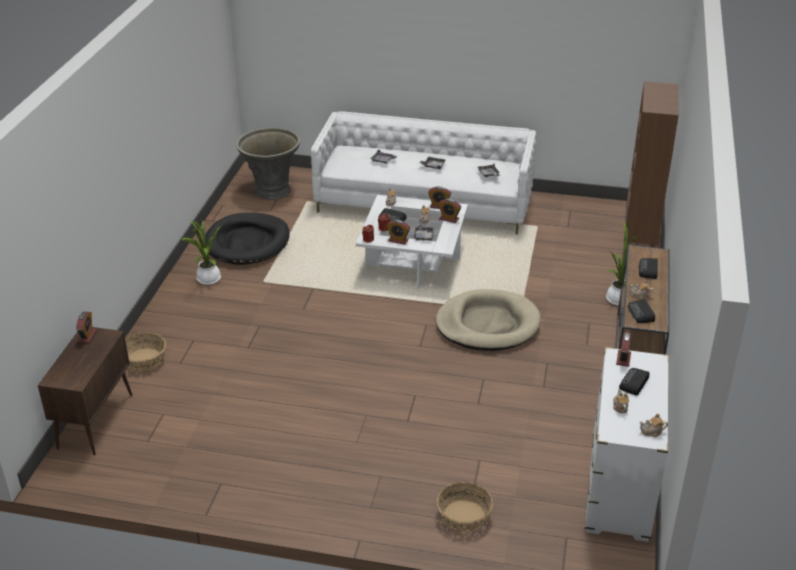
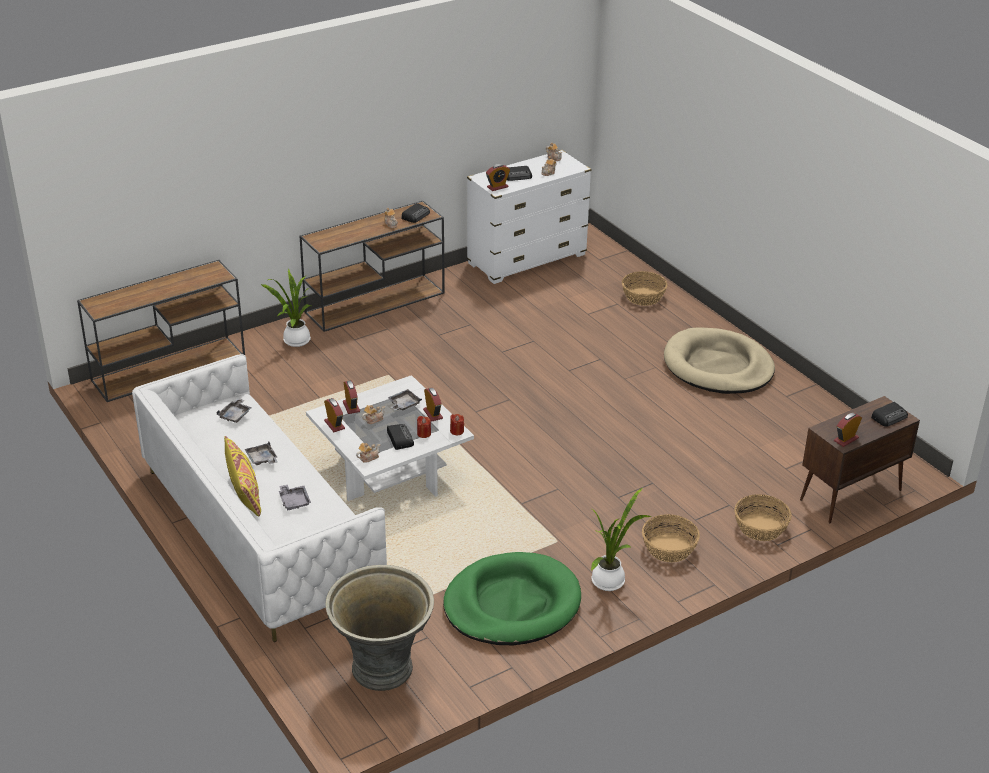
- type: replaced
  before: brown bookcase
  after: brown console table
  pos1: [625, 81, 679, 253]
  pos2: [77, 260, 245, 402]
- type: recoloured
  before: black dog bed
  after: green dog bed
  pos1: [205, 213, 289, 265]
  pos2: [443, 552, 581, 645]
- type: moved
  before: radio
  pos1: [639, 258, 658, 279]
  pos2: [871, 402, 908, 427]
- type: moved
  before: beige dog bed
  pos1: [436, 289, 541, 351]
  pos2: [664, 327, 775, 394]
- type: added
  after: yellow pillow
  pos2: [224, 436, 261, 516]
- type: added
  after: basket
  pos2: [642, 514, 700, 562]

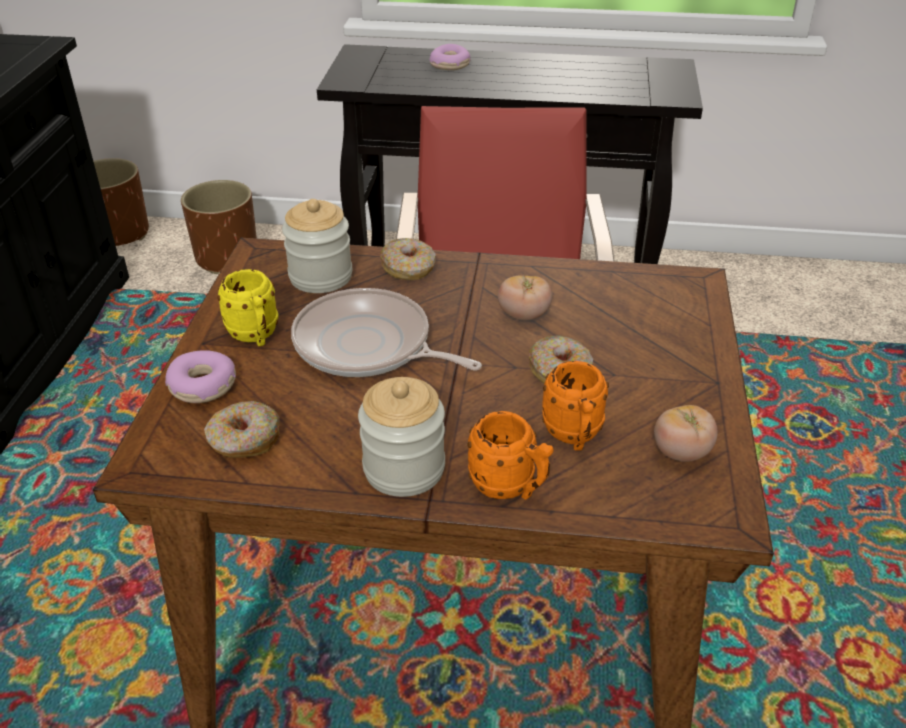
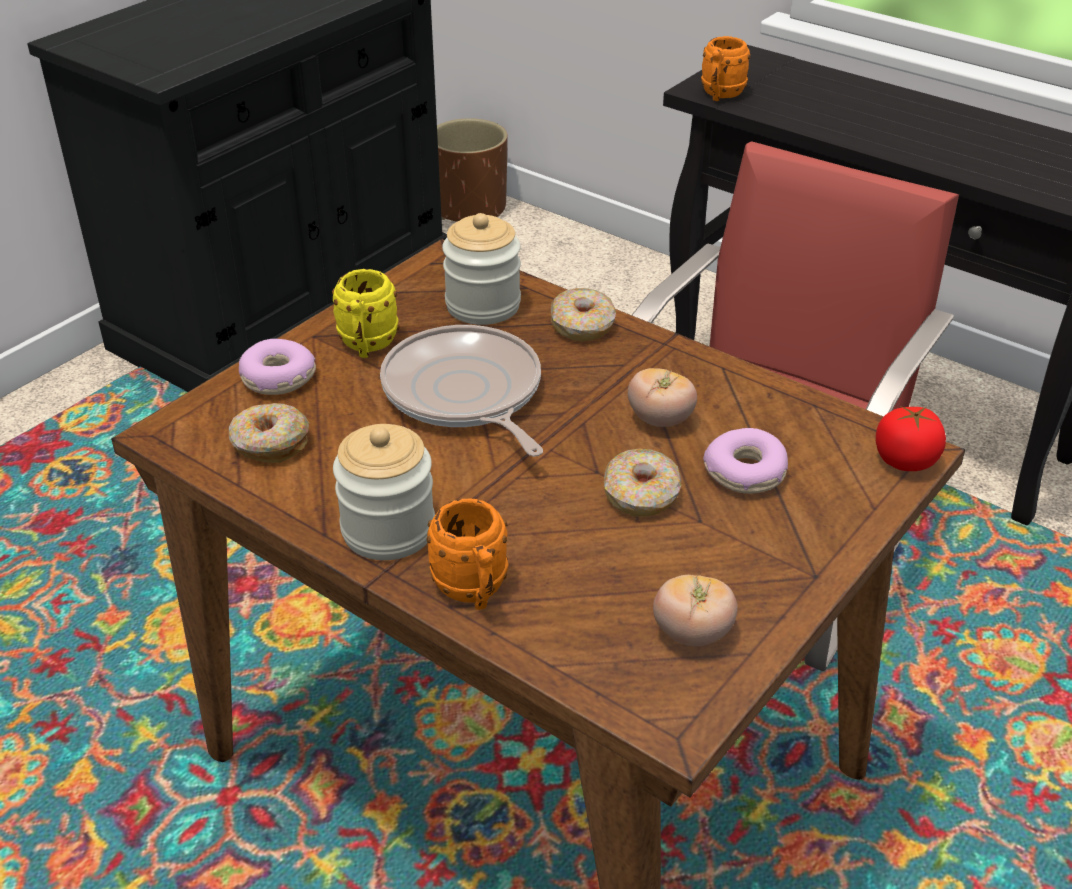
- type: moved
  before: donut
  pos1: [430, 44, 471, 70]
  pos2: [703, 428, 788, 494]
- type: removed
  before: brown planter
  pos1: [181, 180, 257, 274]
- type: moved
  before: orange mug
  pos1: [542, 361, 609, 451]
  pos2: [701, 36, 750, 101]
- type: added
  after: tomato
  pos2: [876, 406, 946, 471]

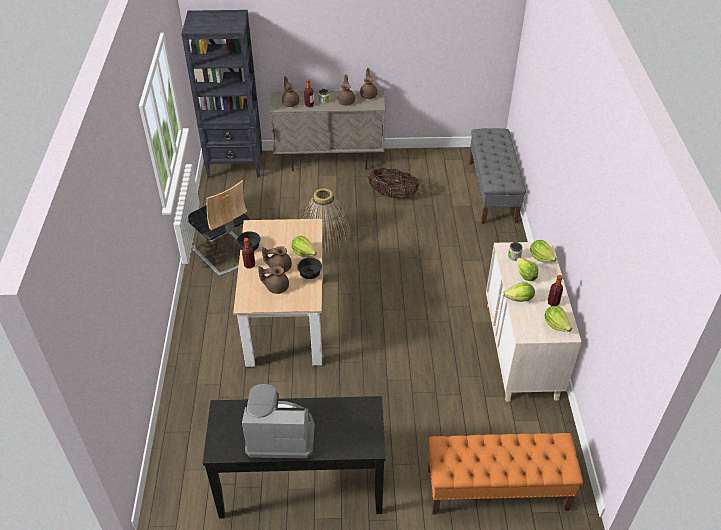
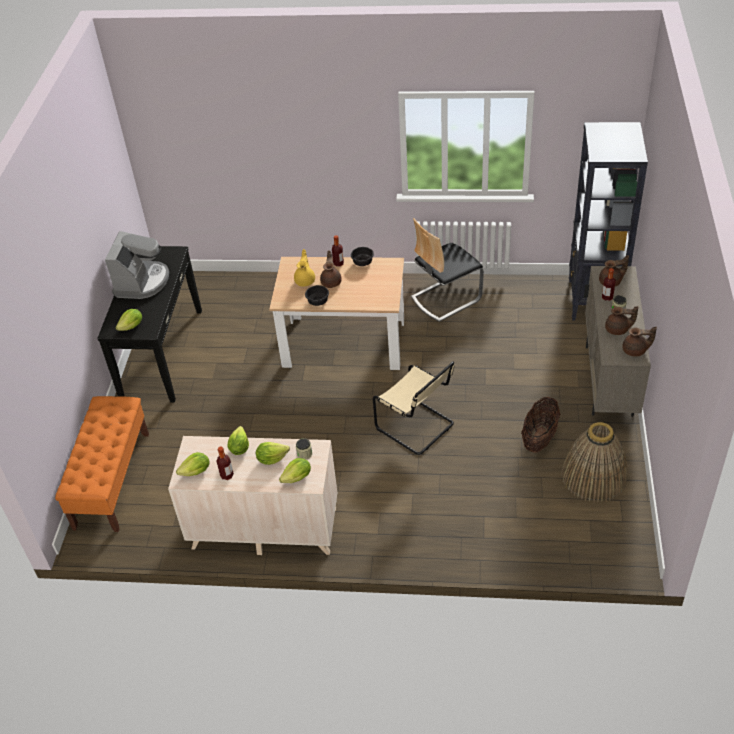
- type: removed
  before: grey bench
  pos1: [469, 128, 526, 224]
- type: moved
  before: basket
  pos1: [302, 188, 351, 254]
  pos2: [561, 422, 628, 503]
- type: moved
  before: lettuce
  pos1: [292, 236, 317, 257]
  pos2: [115, 309, 142, 331]
- type: recoloured
  before: brown teapot
  after: yellow teapot
  pos1: [258, 266, 289, 294]
  pos2: [294, 249, 315, 287]
- type: added
  after: beige chair
  pos2: [373, 361, 455, 455]

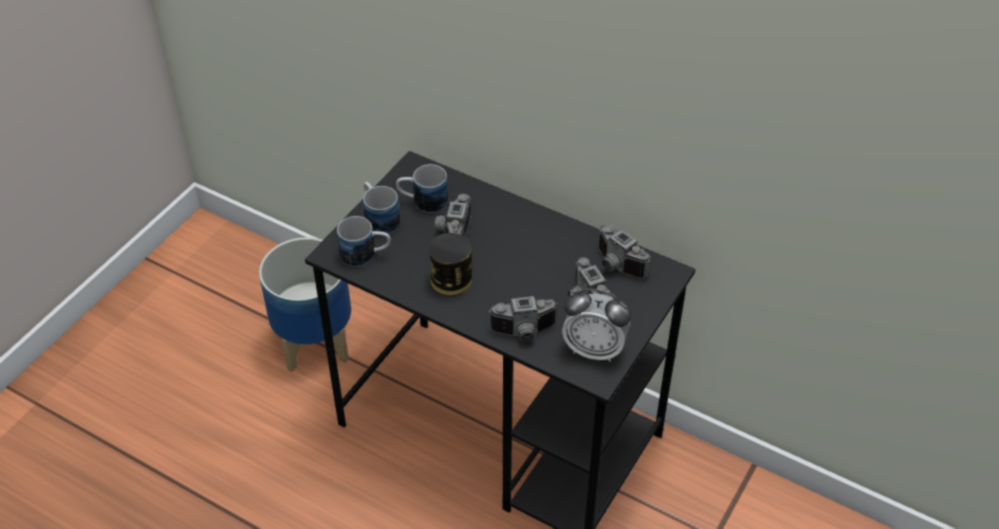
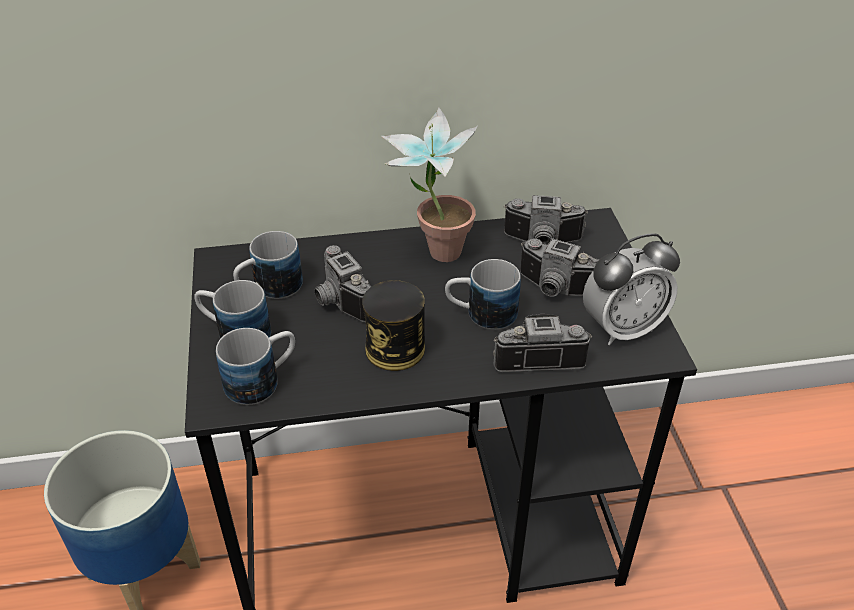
- type: turned
  before: photo camera
  pos1: [489, 296, 558, 341]
  pos2: [493, 314, 592, 372]
  turn: -135
- type: added
  after: potted plant
  pos2: [382, 108, 478, 262]
- type: added
  after: mug
  pos2: [445, 259, 521, 330]

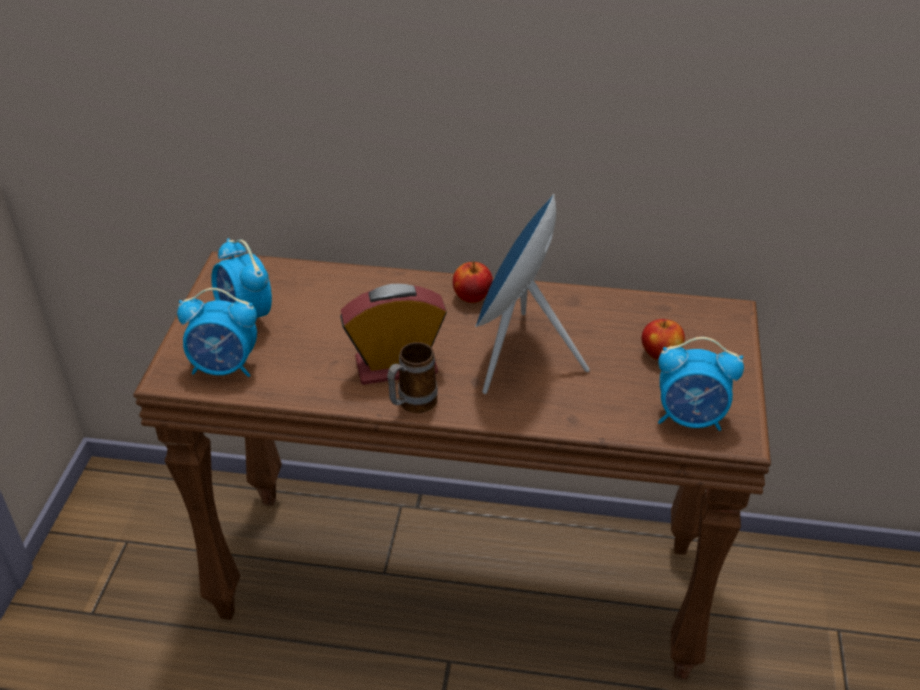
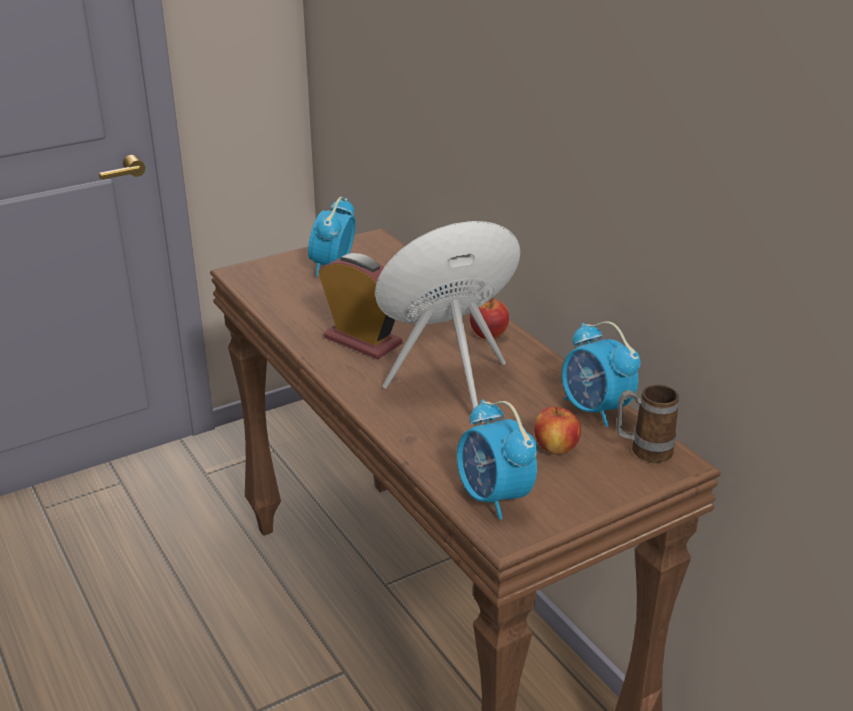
- type: moved
  before: alarm clock
  pos1: [177, 288, 257, 377]
  pos2: [562, 321, 641, 427]
- type: moved
  before: mug
  pos1: [387, 342, 438, 413]
  pos2: [617, 385, 679, 463]

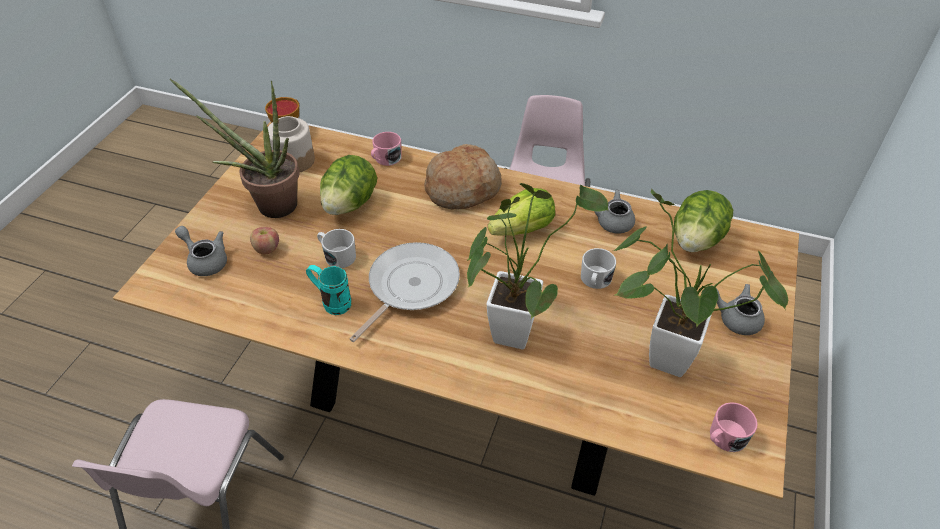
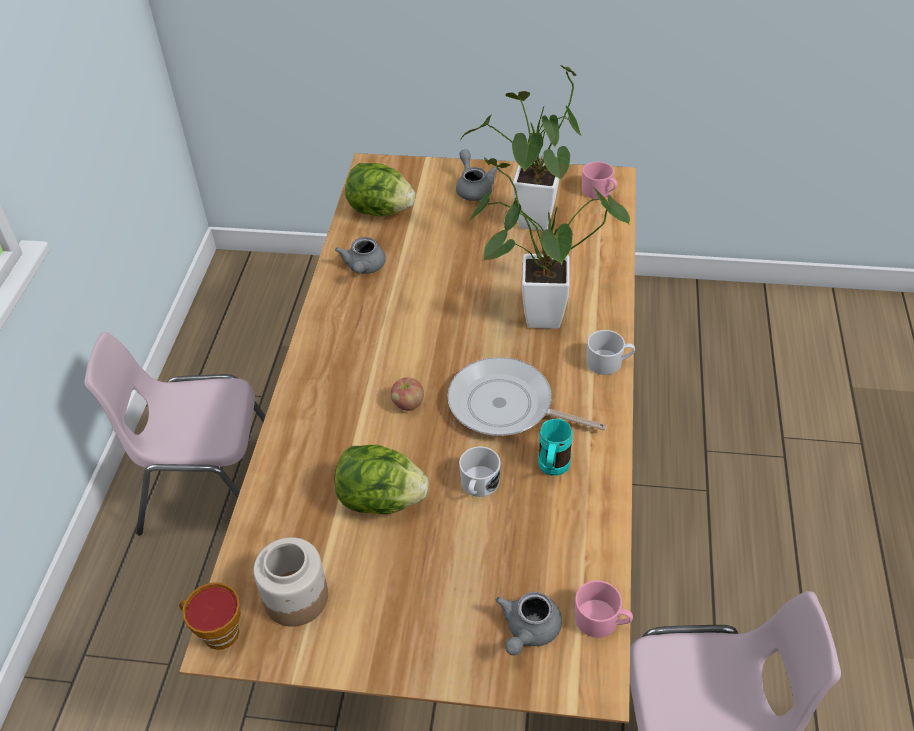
- type: removed
  before: potted plant
  pos1: [169, 79, 299, 218]
- type: moved
  before: pink mug
  pos1: [371, 132, 402, 166]
  pos2: [575, 580, 633, 638]
- type: removed
  before: bread
  pos1: [424, 144, 502, 209]
- type: removed
  before: lettuce
  pos1: [488, 188, 555, 236]
- type: moved
  before: apple
  pos1: [250, 227, 279, 255]
  pos2: [391, 377, 424, 411]
- type: moved
  before: white mug
  pos1: [581, 248, 616, 289]
  pos2: [587, 330, 635, 375]
- type: turned
  before: grey teapot
  pos1: [711, 284, 765, 335]
  pos2: [456, 149, 497, 201]
  turn: 150

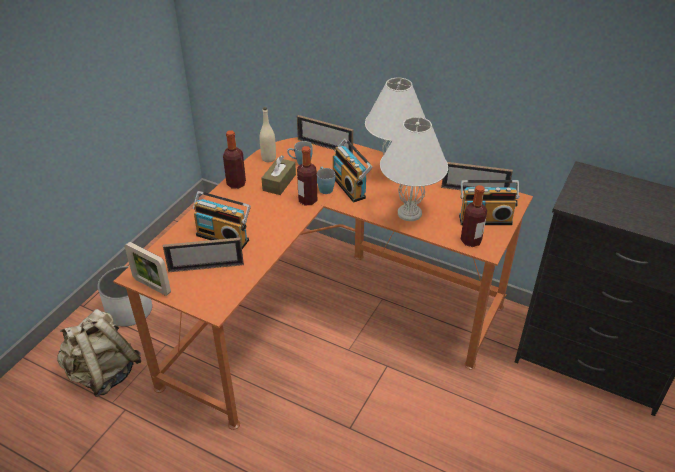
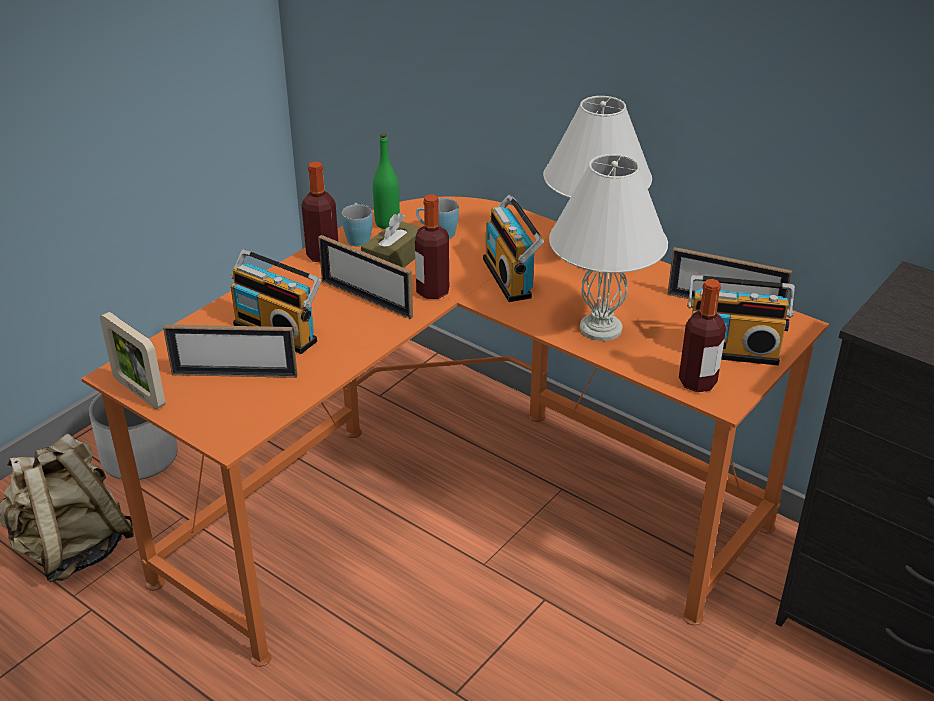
- type: recoloured
  before: beige bottle
  after: green bottle
  pos1: [260, 107, 276, 162]
  pos2: [373, 133, 400, 229]
- type: moved
  before: picture frame
  pos1: [297, 115, 353, 154]
  pos2: [318, 235, 413, 319]
- type: moved
  before: blue mug
  pos1: [317, 167, 335, 194]
  pos2: [342, 203, 373, 246]

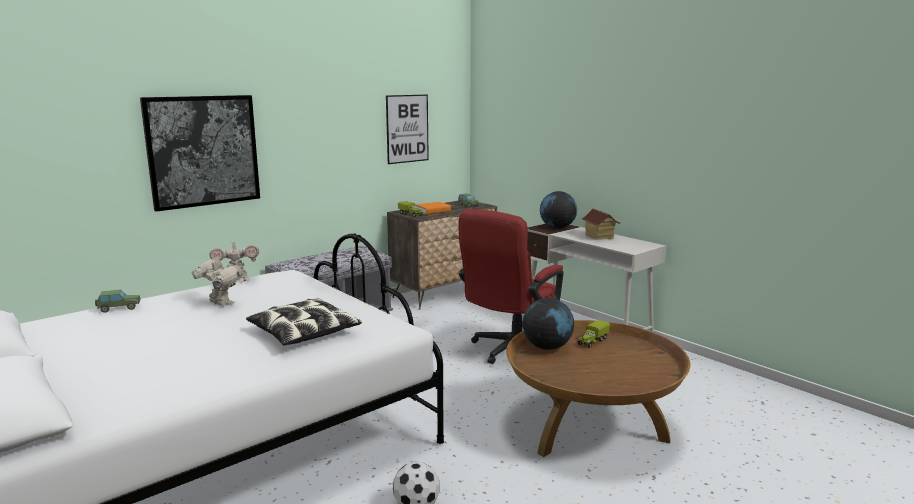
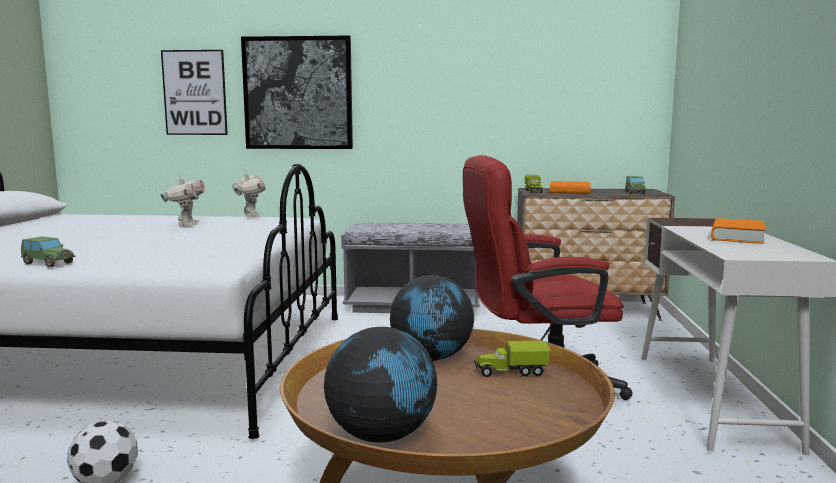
- type: moved
  before: picture
  pos1: [386, 95, 429, 164]
  pos2: [161, 50, 228, 135]
- type: moved
  before: globe
  pos1: [540, 191, 577, 229]
  pos2: [324, 327, 437, 443]
- type: replaced
  before: toy house
  after: orange book
  pos1: [580, 209, 620, 240]
  pos2: [711, 218, 765, 244]
- type: turned
  before: toy robot
  pos1: [209, 237, 259, 282]
  pos2: [232, 170, 265, 218]
  turn: -135
- type: moved
  before: toy car
  pos1: [95, 289, 141, 313]
  pos2: [21, 236, 76, 268]
- type: removed
  before: pillow
  pos1: [246, 298, 362, 345]

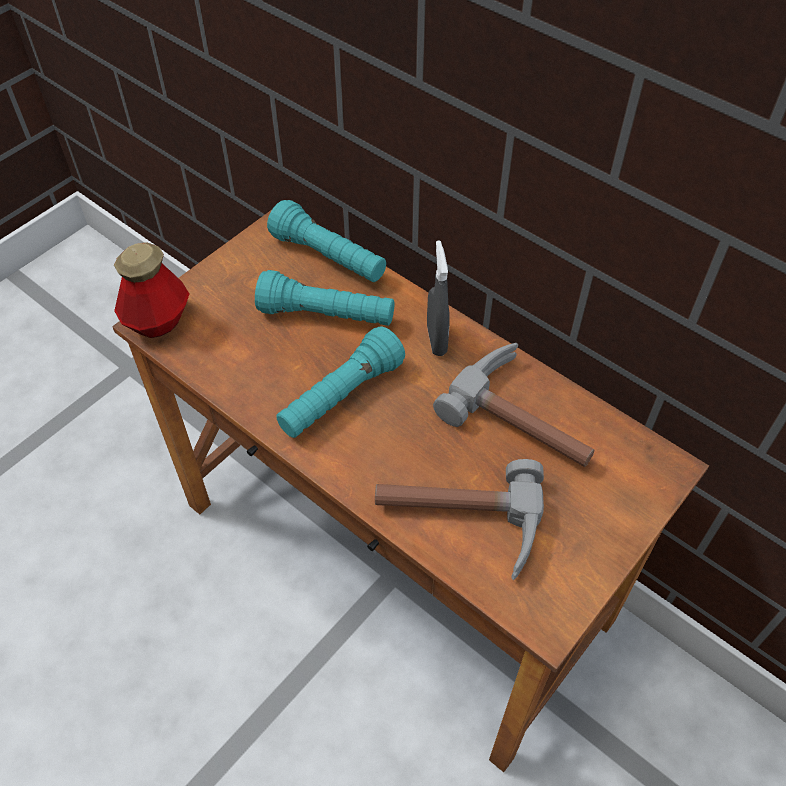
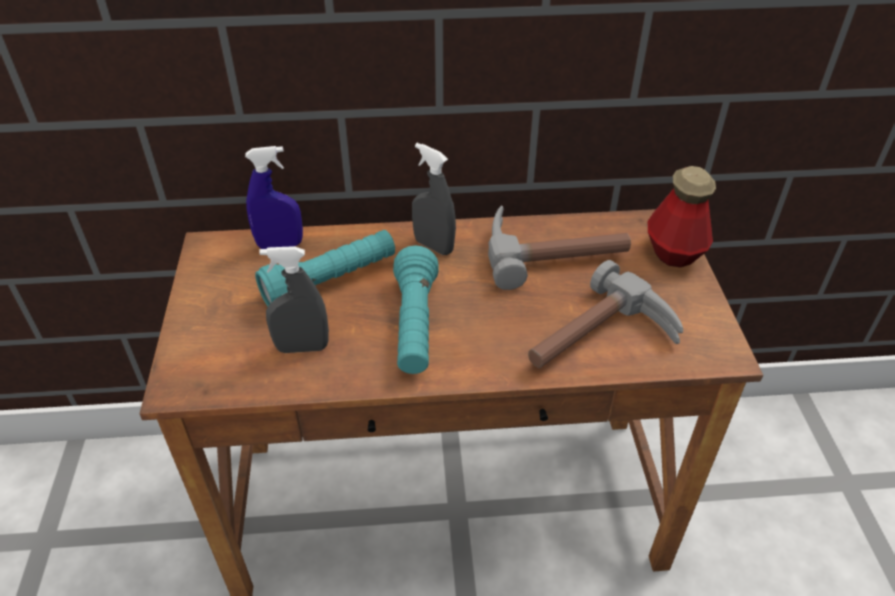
- type: replaced
  before: turquoise flashlight
  after: blue spray bottle
  pos1: [267, 200, 386, 282]
  pos2: [245, 146, 303, 249]
- type: moved
  before: bottle
  pos1: [114, 243, 189, 338]
  pos2: [648, 166, 716, 267]
- type: added
  after: grey spray bottle
  pos2: [259, 246, 329, 353]

